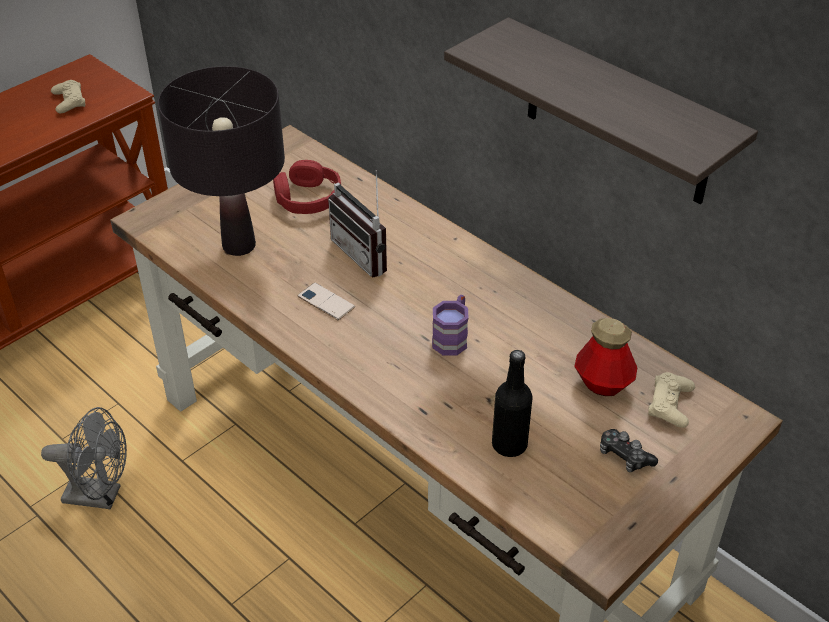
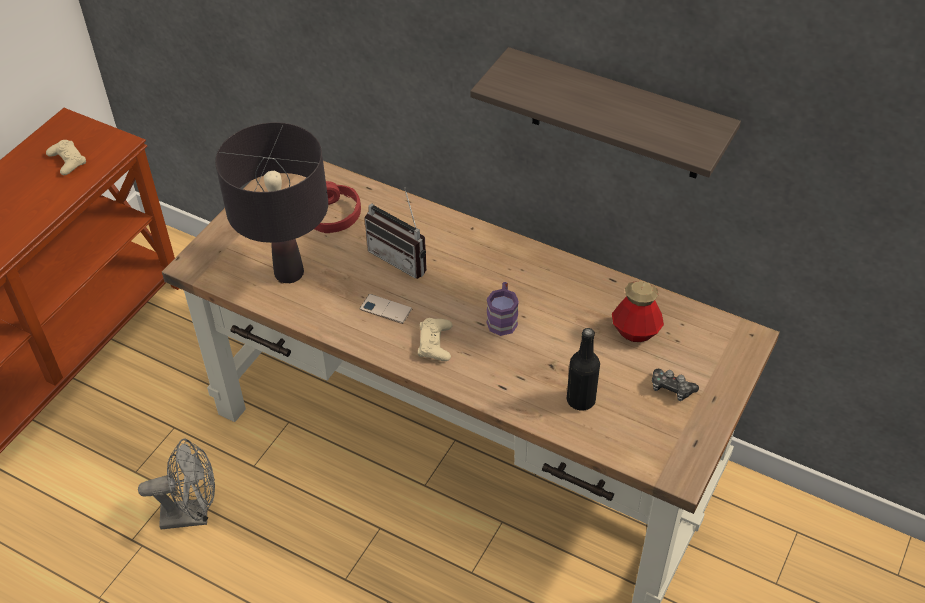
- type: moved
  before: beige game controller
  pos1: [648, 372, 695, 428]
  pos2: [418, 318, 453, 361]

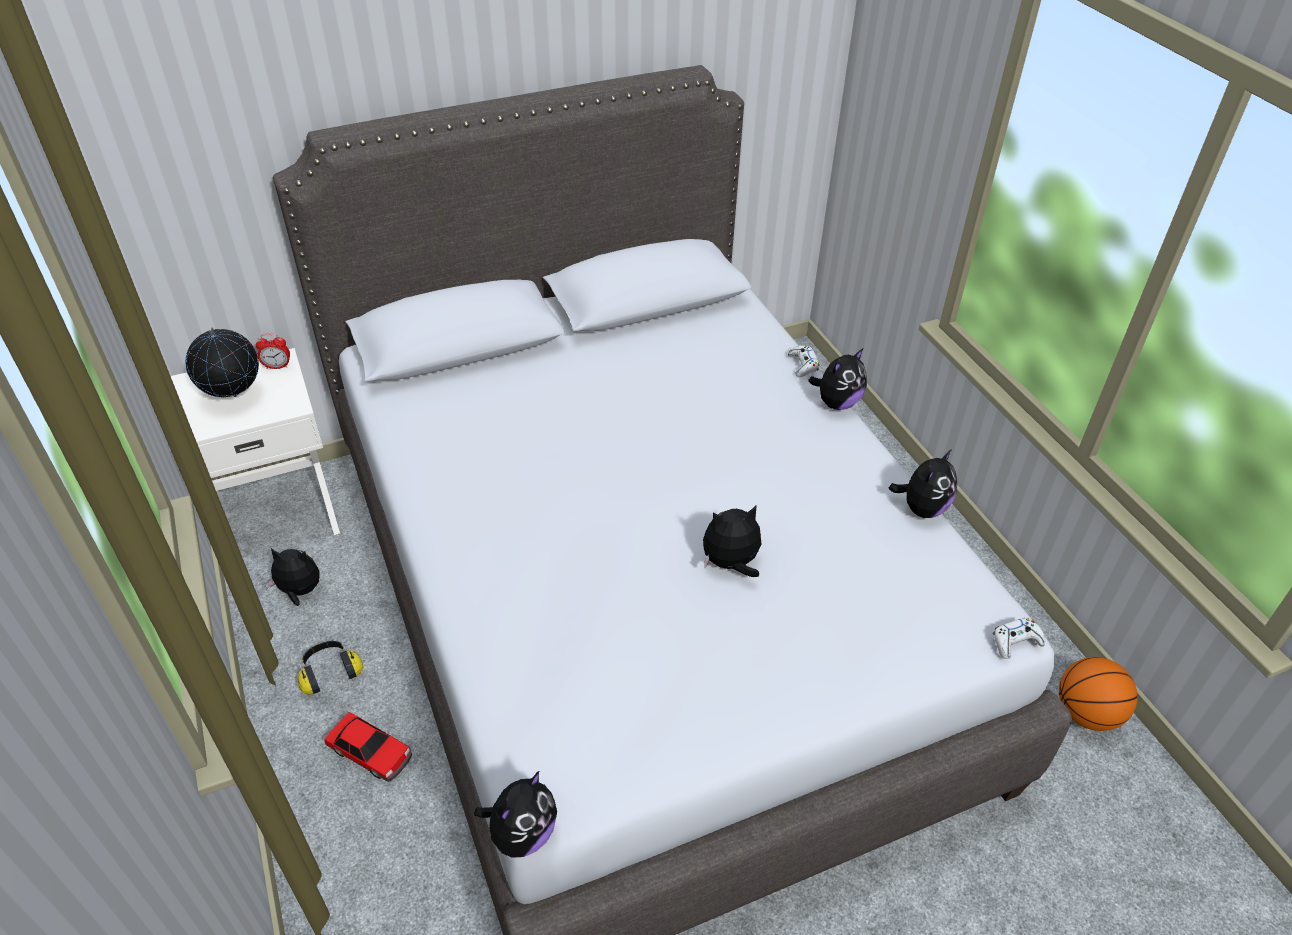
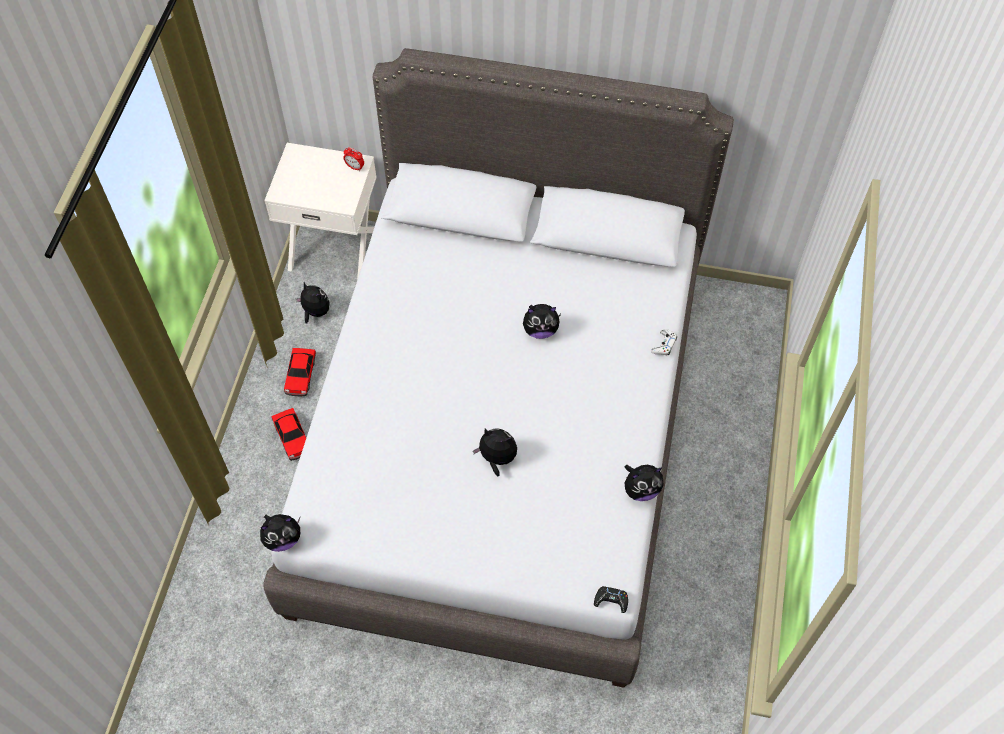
- type: removed
  before: globe
  pos1: [185, 327, 259, 397]
- type: moved
  before: plush toy
  pos1: [808, 348, 867, 410]
  pos2: [523, 304, 561, 339]
- type: recoloured
  before: white game controller
  after: black game controller
  pos1: [993, 618, 1045, 659]
  pos2: [594, 586, 628, 613]
- type: replaced
  before: headphones
  after: toy car
  pos1: [298, 641, 363, 695]
  pos2: [284, 348, 316, 397]
- type: removed
  before: basketball
  pos1: [1059, 657, 1137, 731]

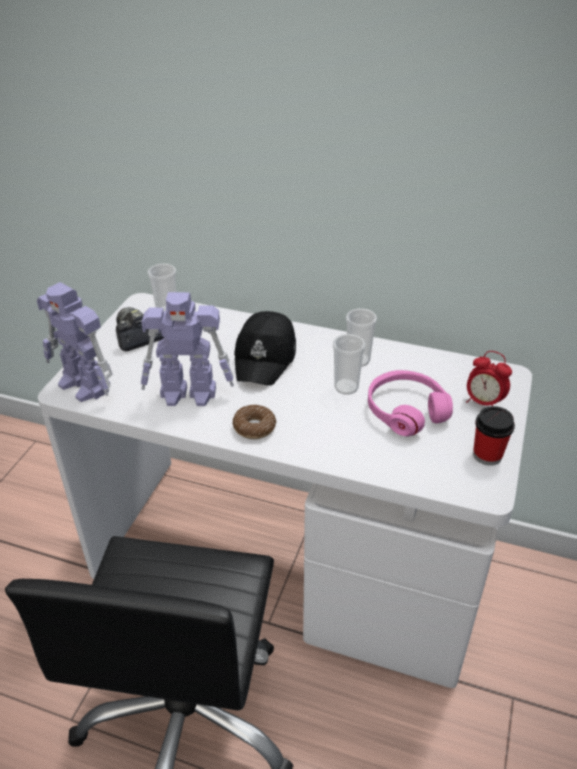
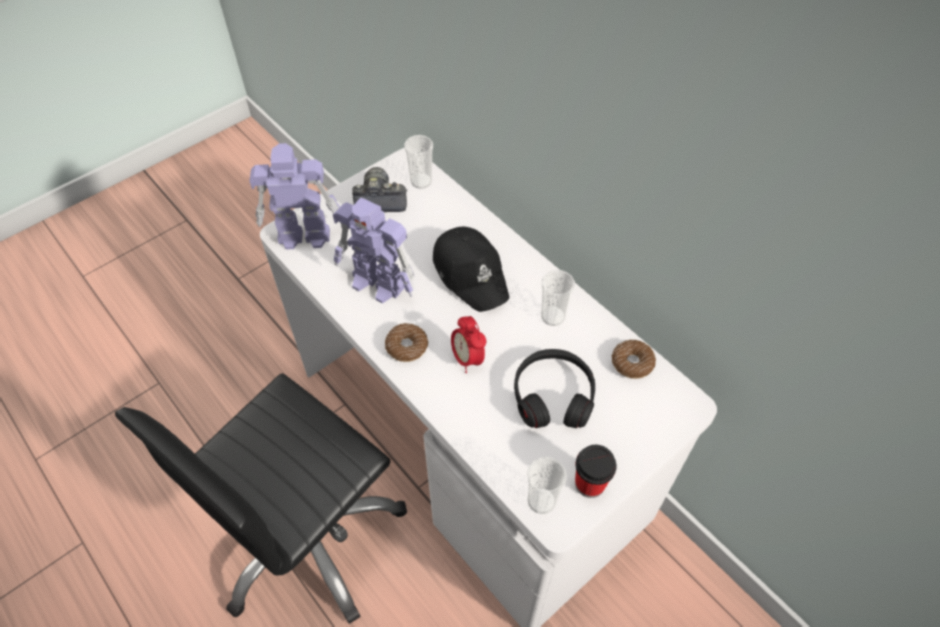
- type: turned
  before: toy robot
  pos1: [37, 282, 113, 402]
  pos2: [249, 143, 340, 250]
  turn: 105
- type: turned
  before: black cap
  pos1: [234, 311, 296, 386]
  pos2: [433, 227, 509, 312]
  turn: -75
- type: moved
  before: cup
  pos1: [333, 334, 365, 395]
  pos2: [527, 457, 567, 514]
- type: moved
  before: alarm clock
  pos1: [466, 351, 512, 406]
  pos2: [451, 316, 486, 373]
- type: recoloured
  before: pink headphones
  after: black headphones
  pos1: [368, 370, 453, 436]
  pos2: [514, 349, 595, 428]
- type: added
  after: donut
  pos2: [612, 340, 656, 379]

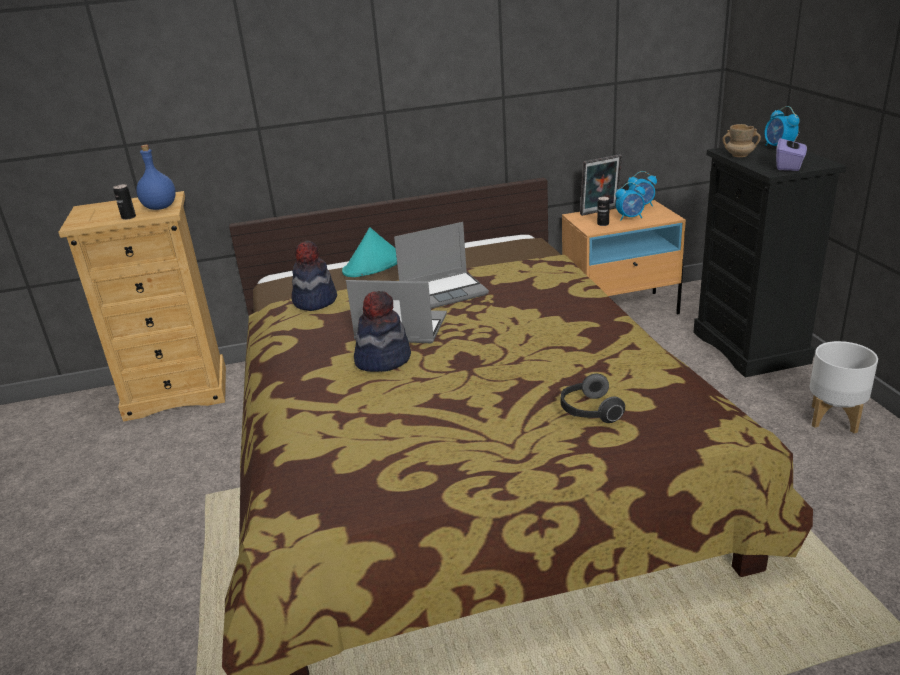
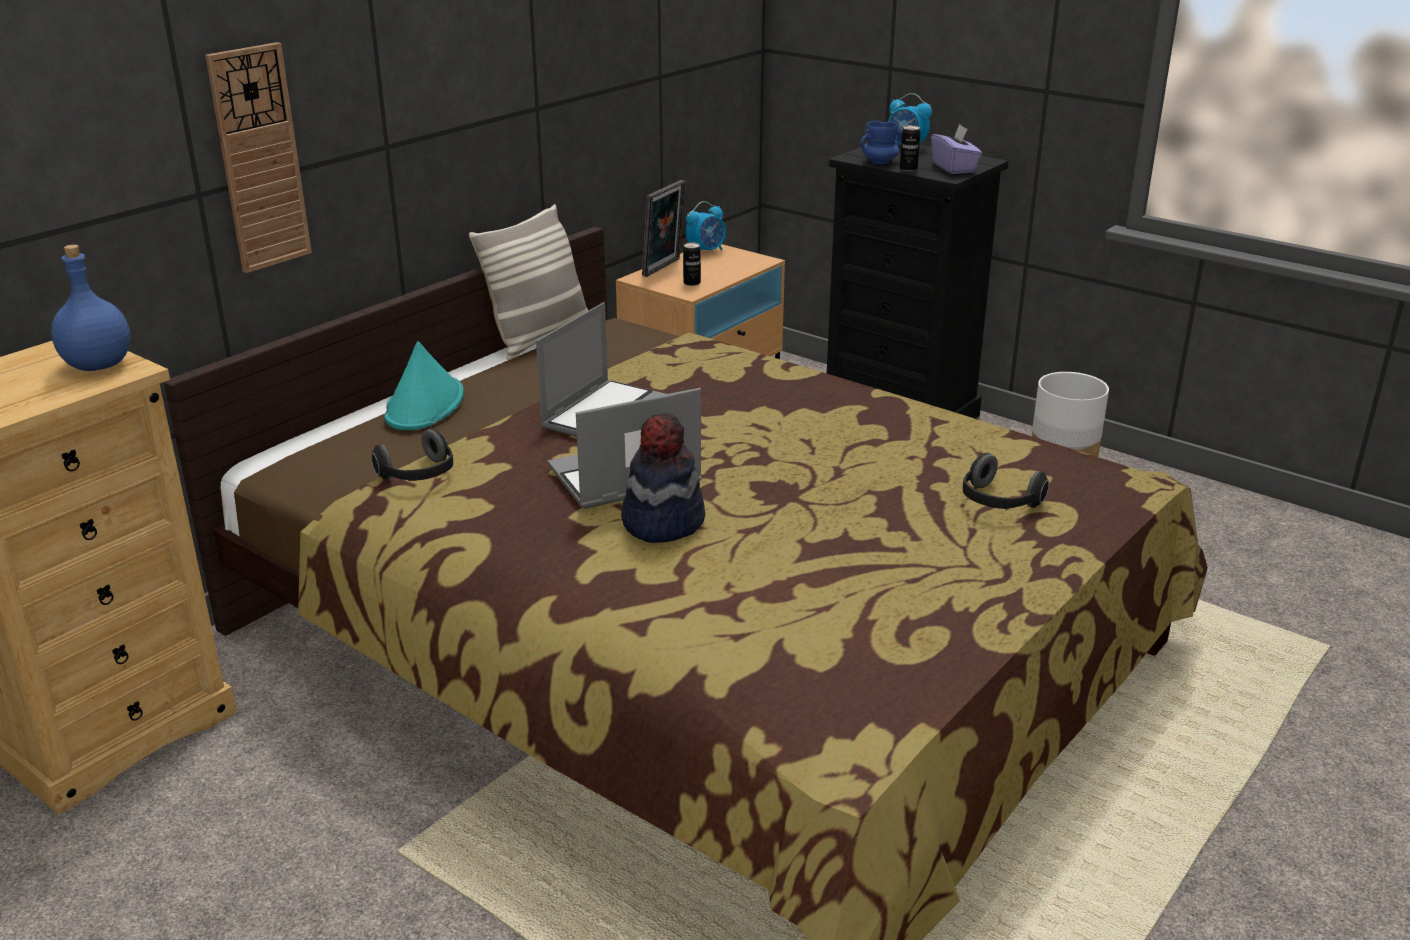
- type: recoloured
  before: beige mug
  after: blue mug
  pos1: [722, 124, 761, 157]
  pos2: [861, 120, 902, 164]
- type: removed
  before: alarm clock
  pos1: [615, 182, 645, 221]
- type: moved
  before: can
  pos1: [113, 184, 136, 220]
  pos2: [900, 125, 921, 171]
- type: replaced
  before: hat
  after: headphones
  pos1: [291, 241, 337, 311]
  pos2: [371, 428, 453, 481]
- type: added
  after: wall clock
  pos2: [205, 42, 312, 273]
- type: added
  after: pillow
  pos2: [469, 204, 588, 360]

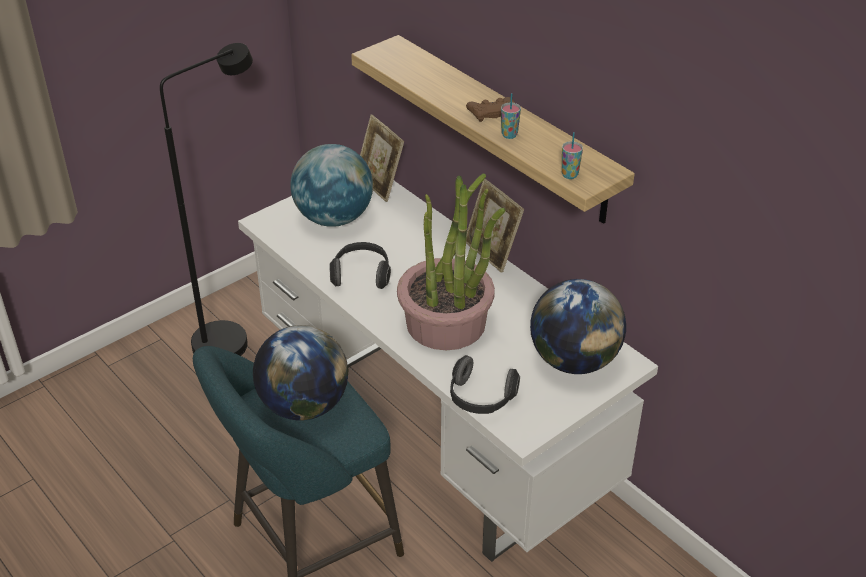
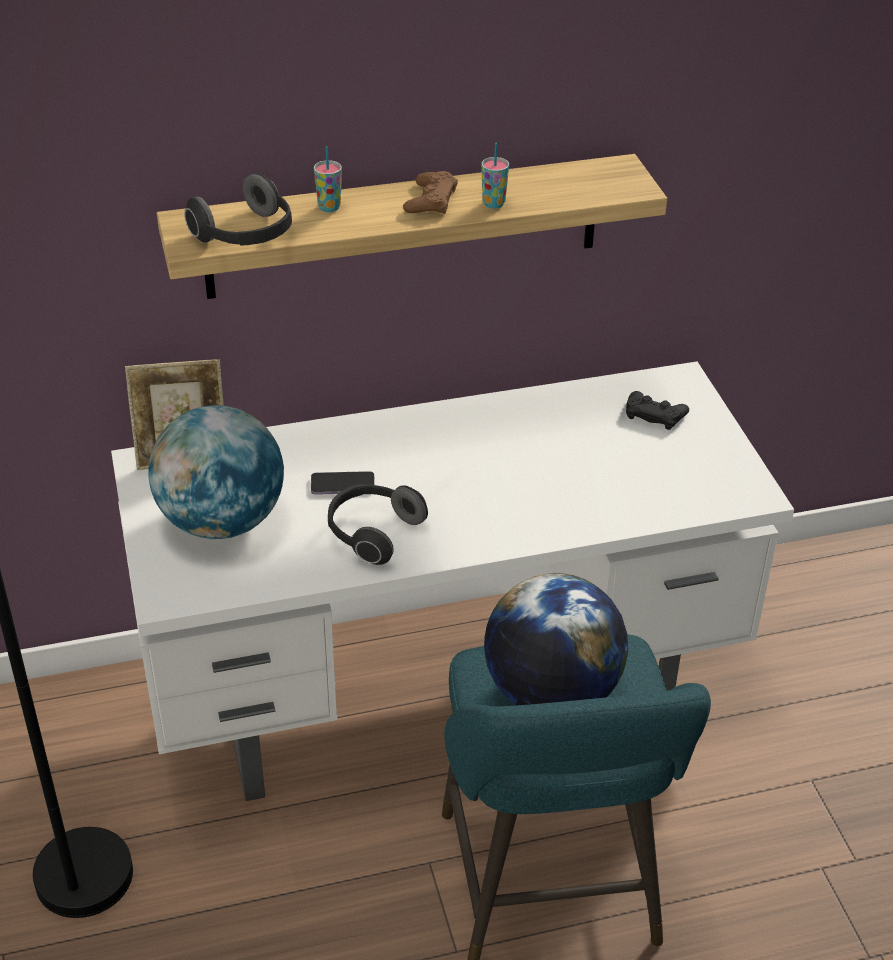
- type: moved
  before: cup
  pos1: [562, 132, 583, 179]
  pos2: [314, 146, 342, 212]
- type: removed
  before: potted plant
  pos1: [397, 174, 505, 350]
- type: removed
  before: picture frame
  pos1: [466, 179, 524, 273]
- type: replaced
  before: globe
  after: black game controller
  pos1: [530, 279, 626, 374]
  pos2: [626, 391, 689, 430]
- type: moved
  before: headphones
  pos1: [450, 355, 520, 414]
  pos2: [184, 172, 292, 246]
- type: added
  after: phone
  pos2: [311, 471, 375, 495]

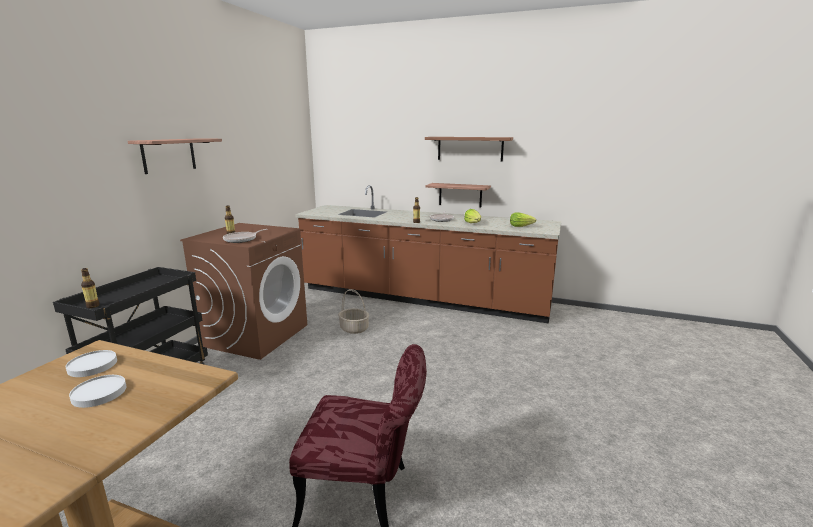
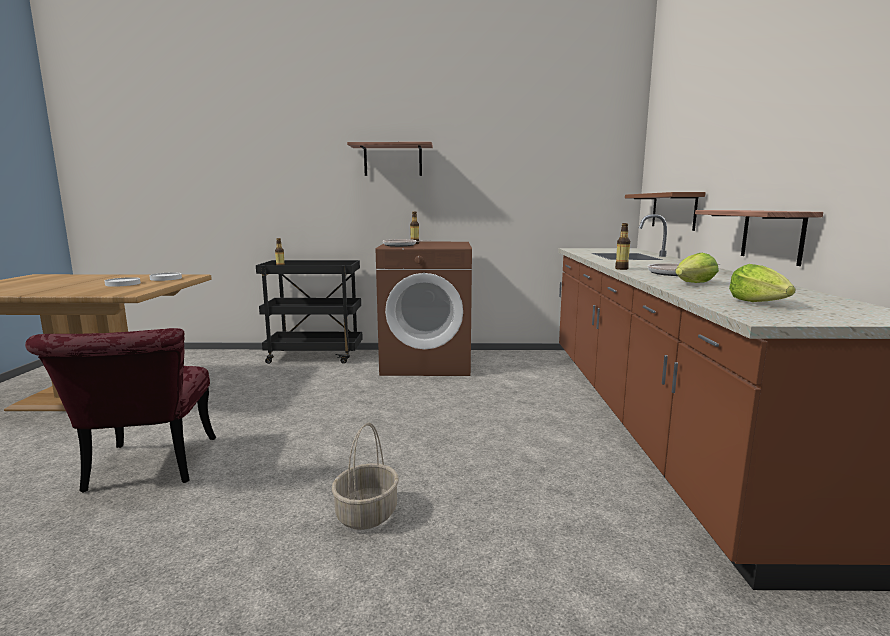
- type: moved
  before: brown shelf
  pos1: [425, 137, 513, 162]
  pos2: [625, 192, 706, 231]
- type: moved
  before: basket
  pos1: [338, 289, 369, 334]
  pos2: [332, 423, 399, 530]

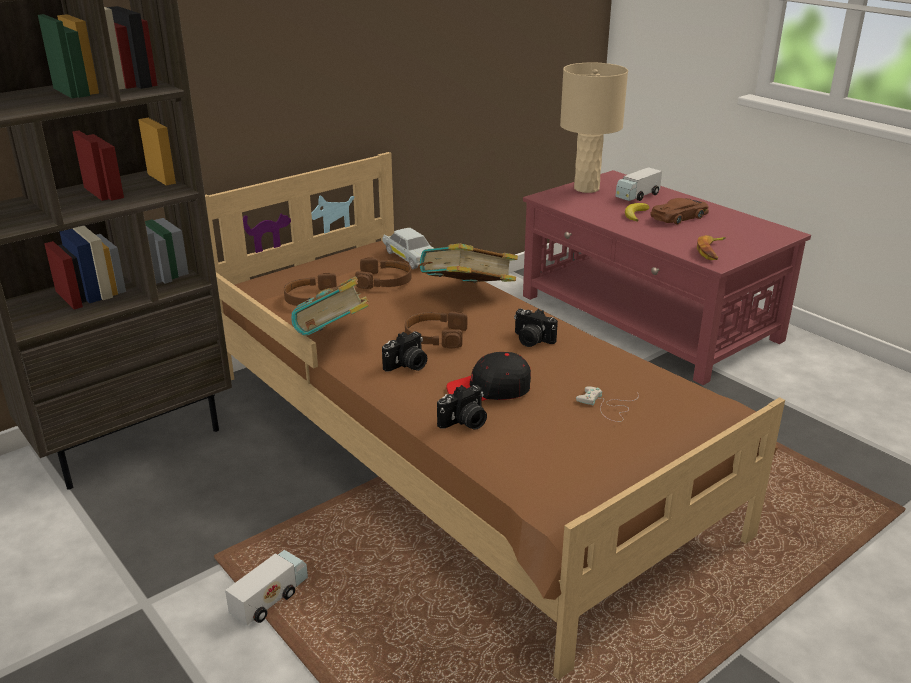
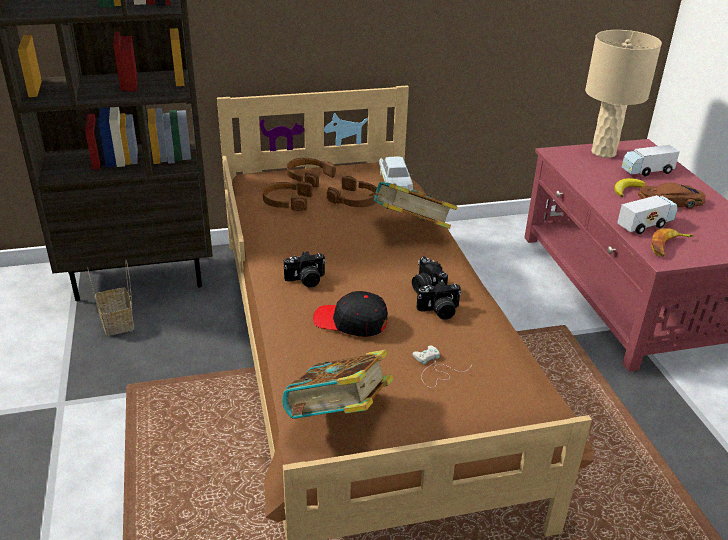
- type: moved
  before: book
  pos1: [291, 276, 369, 336]
  pos2: [282, 349, 393, 419]
- type: moved
  before: brown headphones
  pos1: [405, 311, 467, 349]
  pos2: [287, 158, 336, 187]
- type: moved
  before: photo camera
  pos1: [437, 385, 487, 430]
  pos2: [416, 281, 461, 320]
- type: moved
  before: toy truck
  pos1: [225, 550, 308, 625]
  pos2: [617, 195, 677, 234]
- type: added
  after: basket
  pos2: [87, 260, 134, 336]

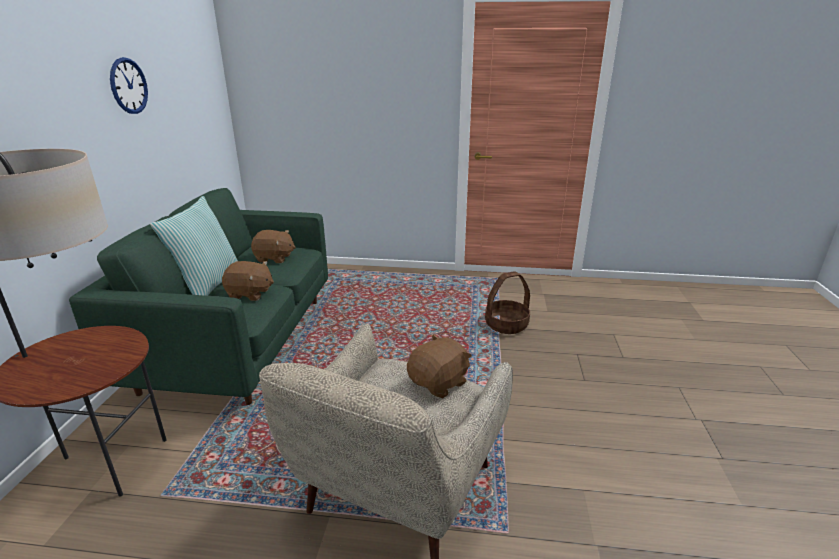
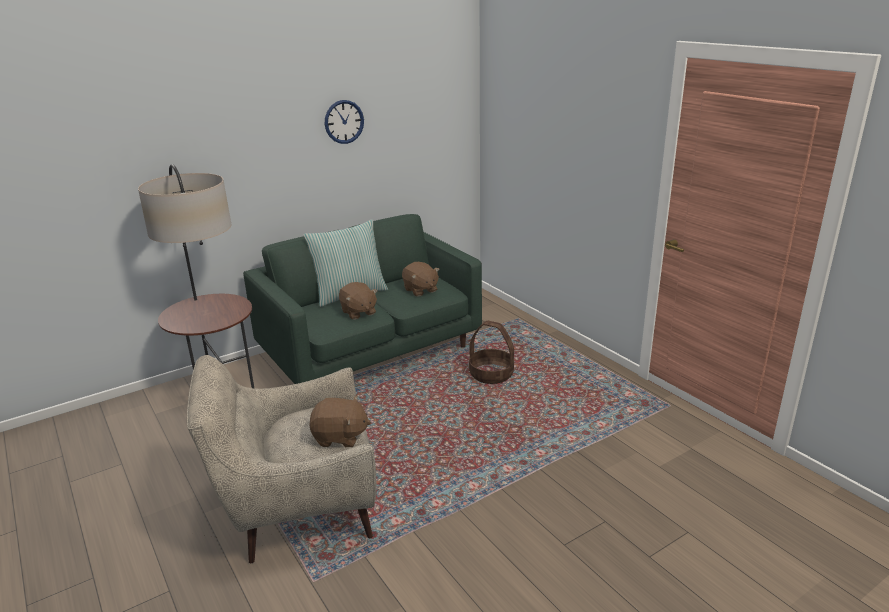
- type: moved
  before: basket
  pos1: [485, 271, 530, 334]
  pos2: [469, 321, 514, 384]

